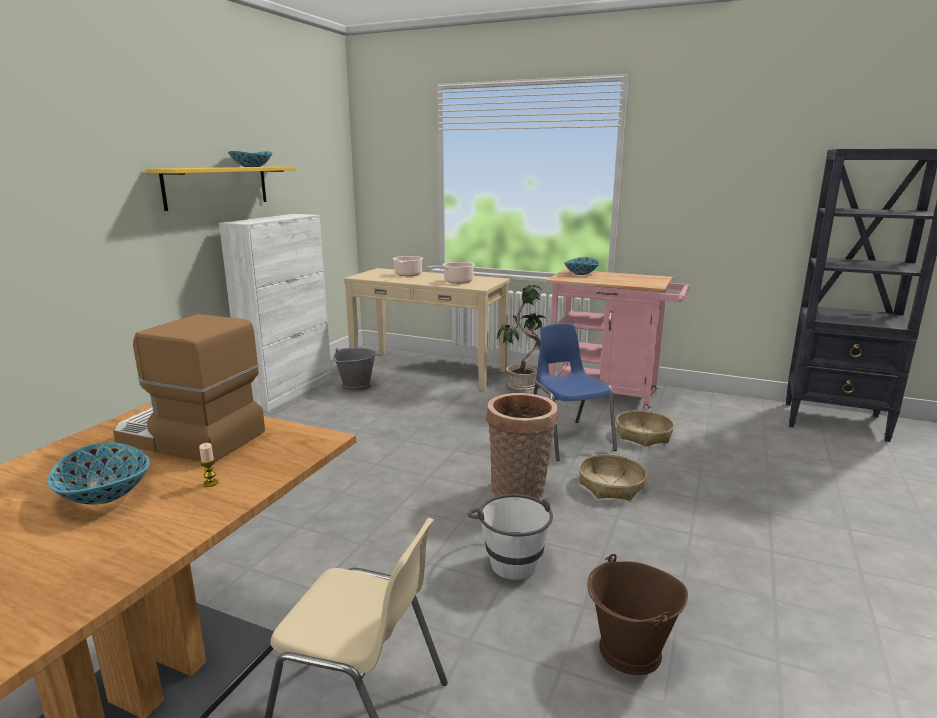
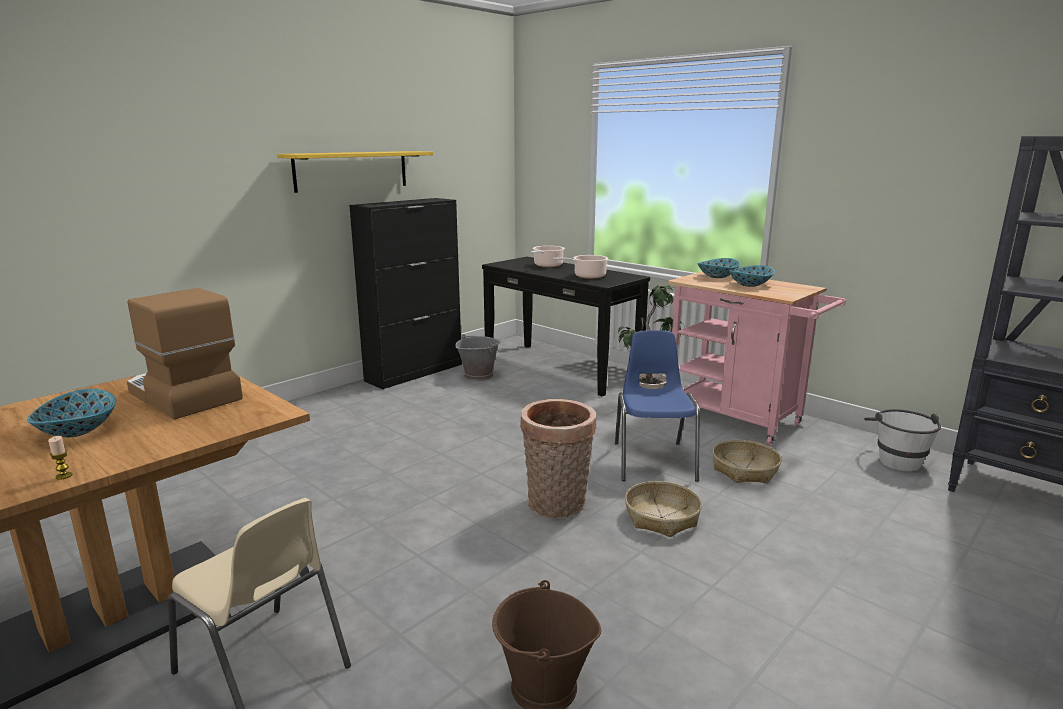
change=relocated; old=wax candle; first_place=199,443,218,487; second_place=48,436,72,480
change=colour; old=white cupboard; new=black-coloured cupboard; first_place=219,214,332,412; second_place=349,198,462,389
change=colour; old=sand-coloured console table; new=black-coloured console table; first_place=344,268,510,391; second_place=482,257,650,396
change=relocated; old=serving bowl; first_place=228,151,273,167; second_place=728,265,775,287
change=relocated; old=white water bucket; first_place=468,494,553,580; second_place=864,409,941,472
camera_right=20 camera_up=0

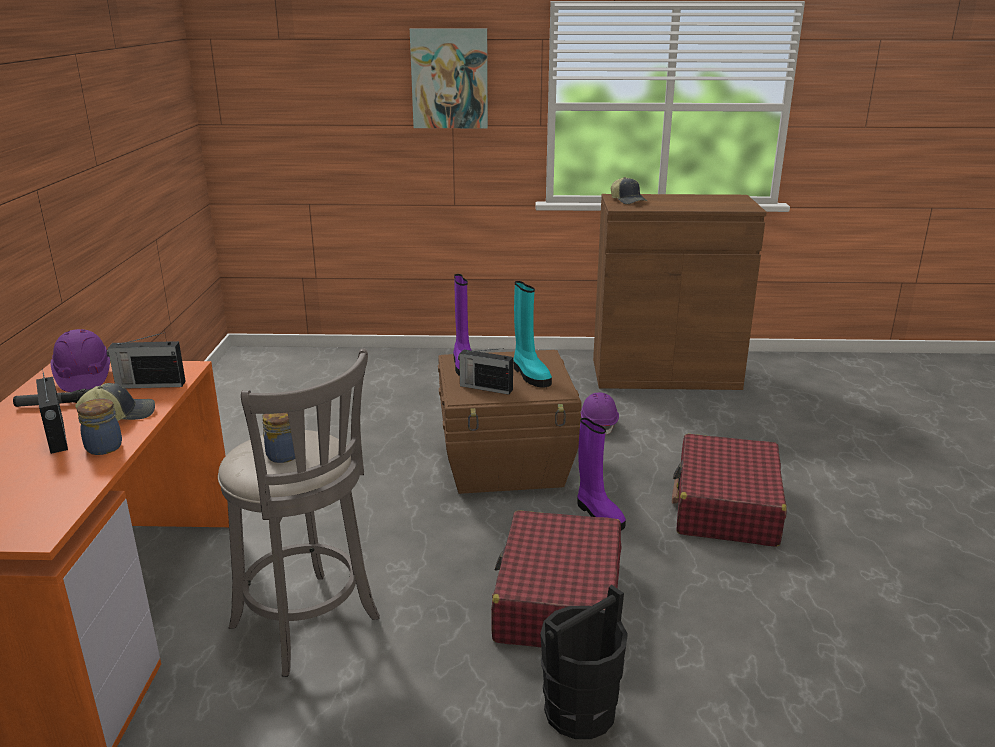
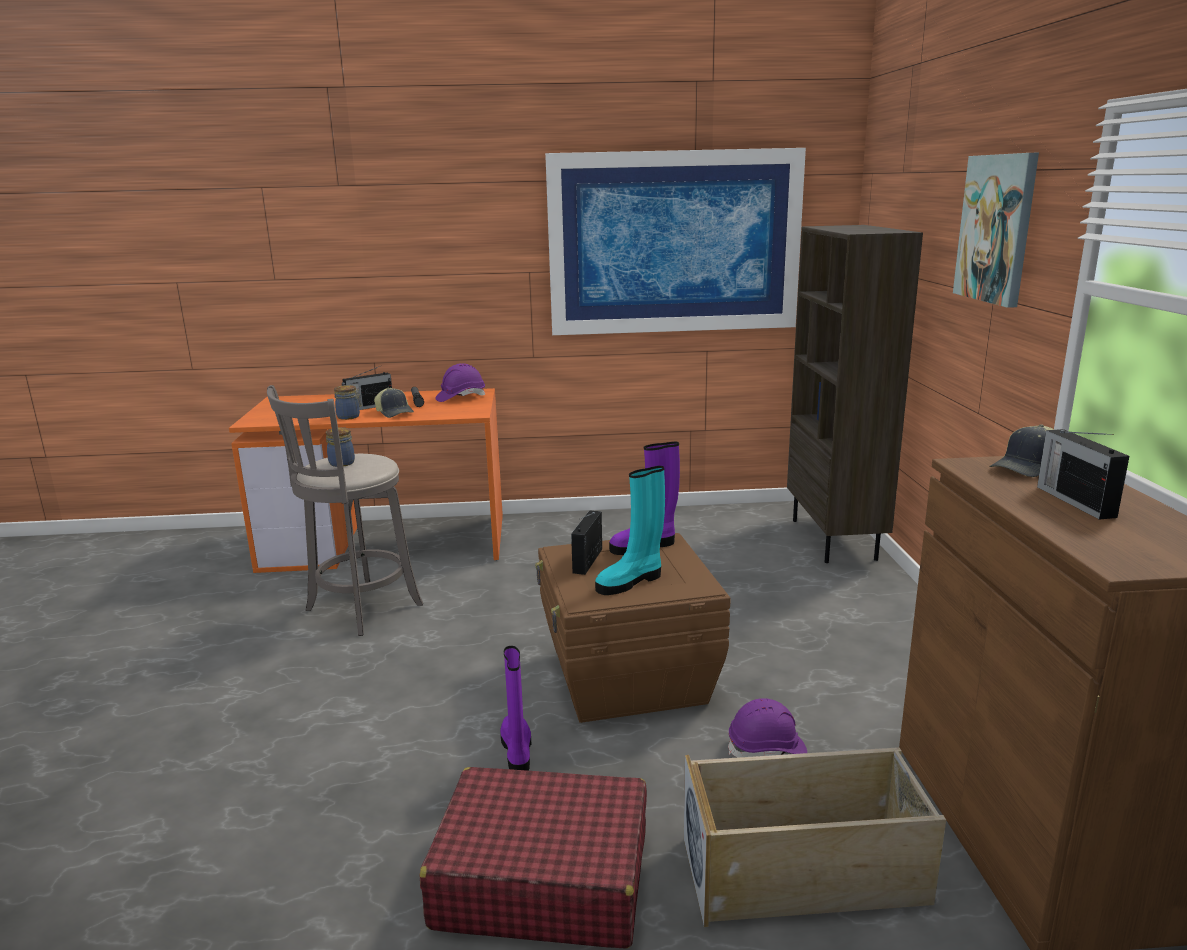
change=spun; old=purplish boot; first_place=577,418,626,530; second_place=500,646,531,771; degrees=120
change=appeared; new=wall picture; second_place=545,148,806,335
change=appeared; new=sand-coloured storage container; second_place=684,747,946,927
change=appeared; new=brown-coloured bookcase; second_place=787,225,923,563
change=relocated; old=radio receiver; first_place=107,332,186,389; second_place=1037,429,1129,520
change=missing; old=reddish travel case; first_place=491,510,622,647
change=missing; old=black-coloured water bucket; first_place=540,585,628,739
camera_right=85 camera_up=-5

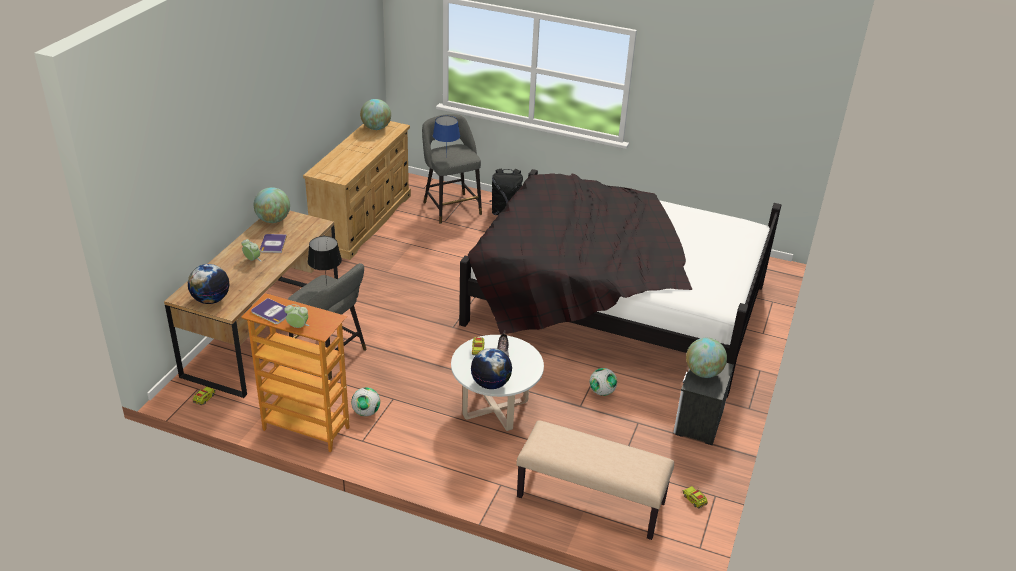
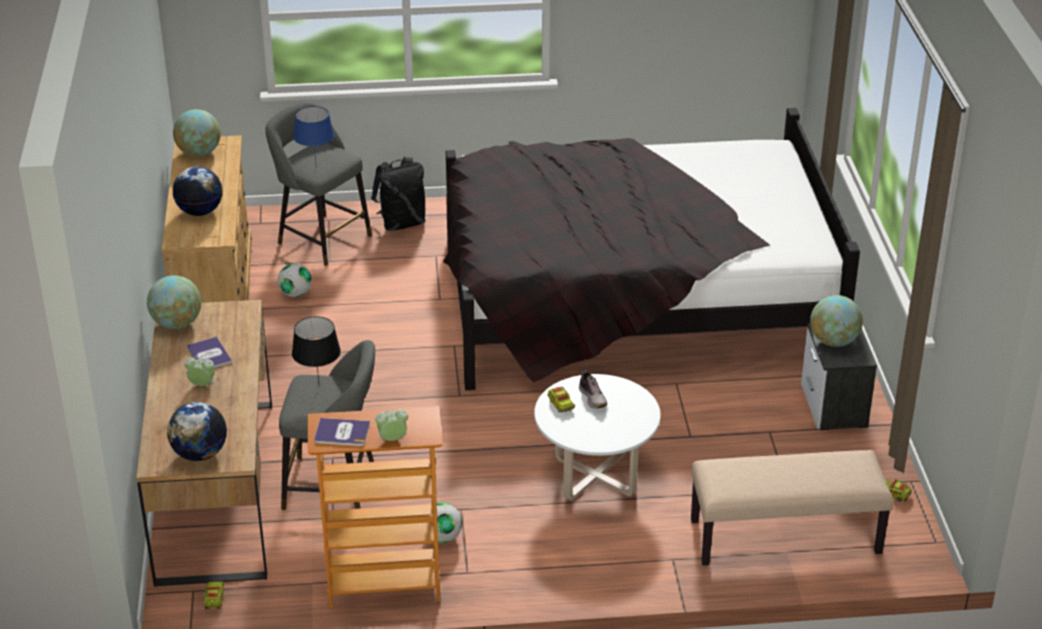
change=relocated; old=globe; first_place=471,348,512,389; second_place=172,166,223,216
change=relocated; old=football; first_place=590,368,617,396; second_place=278,263,312,297
camera_right=-25 camera_up=0

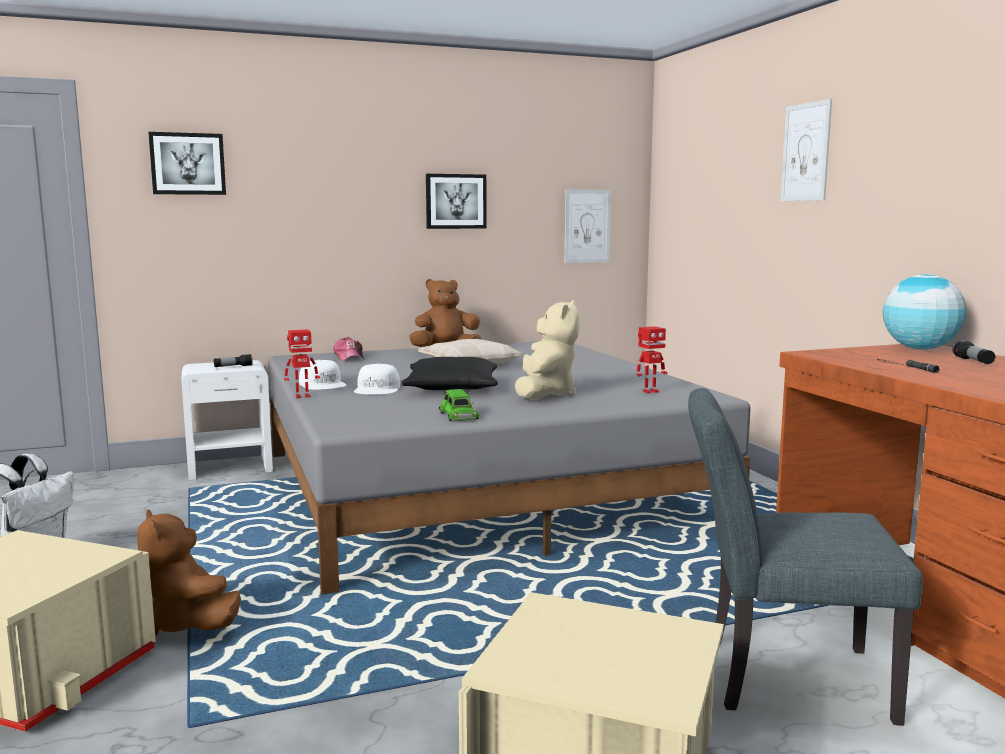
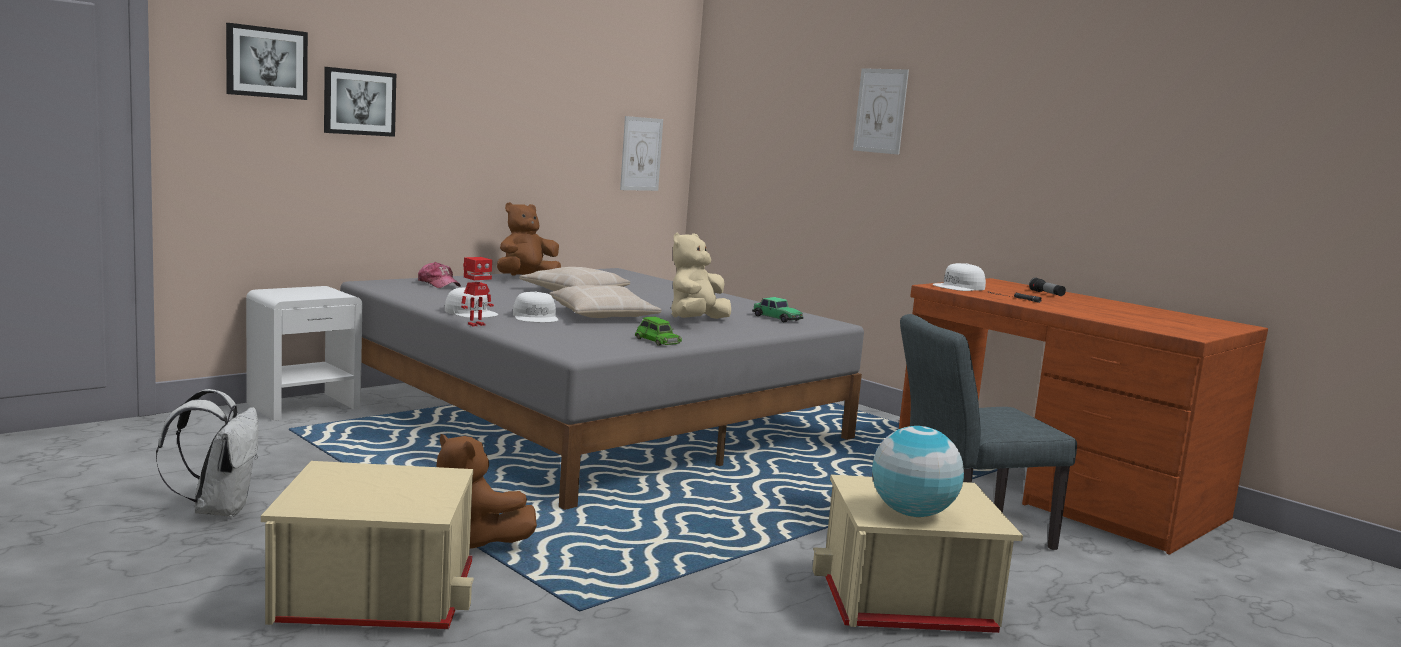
change=relocated; old=wall picture; first_place=426,174,487,229; second_place=324,67,396,137
change=colour; old=black-coloured pillow; new=sand-coloured pillow; first_place=401,357,498,390; second_place=549,285,661,318
change=spun; old=sand-coloured cuddly toy; first_place=515,300,580,400; second_place=671,233,731,319; degrees=-135
change=exchanged; old=robot figure; new=miniature car; first_place=636,326,668,393; second_place=752,297,803,322
change=relocated; old=globe; first_place=883,274,967,350; second_place=872,426,964,517
change=appeared; new=white baseball cap; second_place=933,263,986,291
change=missing; old=hand torch; first_place=214,354,253,367
camera_right=-25 camera_up=0

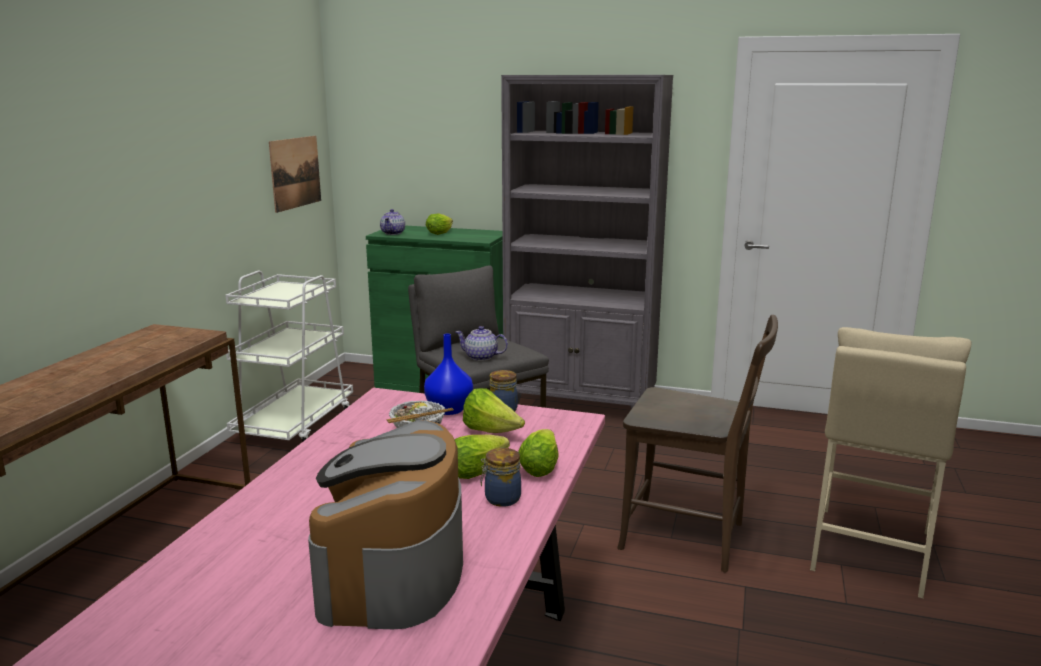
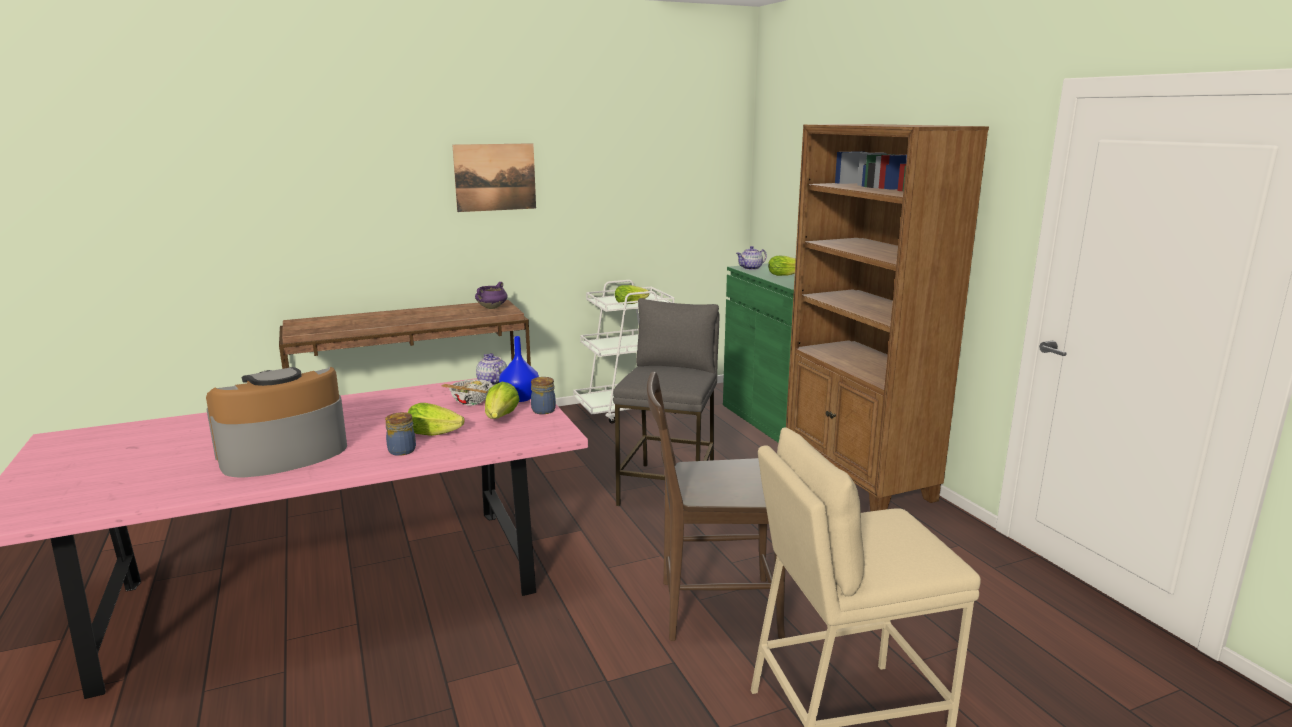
change=relocated; old=wall picture; first_place=269,136,321,213; second_place=453,143,536,212
change=appeared; new=purplish cooking pot; second_place=475,282,508,309
change=relocated; old=teapot; first_place=455,326,508,361; second_place=476,353,507,386
change=relocated; old=lettuce; first_place=518,429,559,477; second_place=615,285,650,304
change=spun; old=brown-coloured plain chair; first_place=617,315,778,573; second_place=647,372,785,641; degrees=105
change=colour; old=grey bookcase; new=brown-coloured bookcase; first_place=501,75,673,409; second_place=786,124,989,511
camera_right=50 camera_up=0

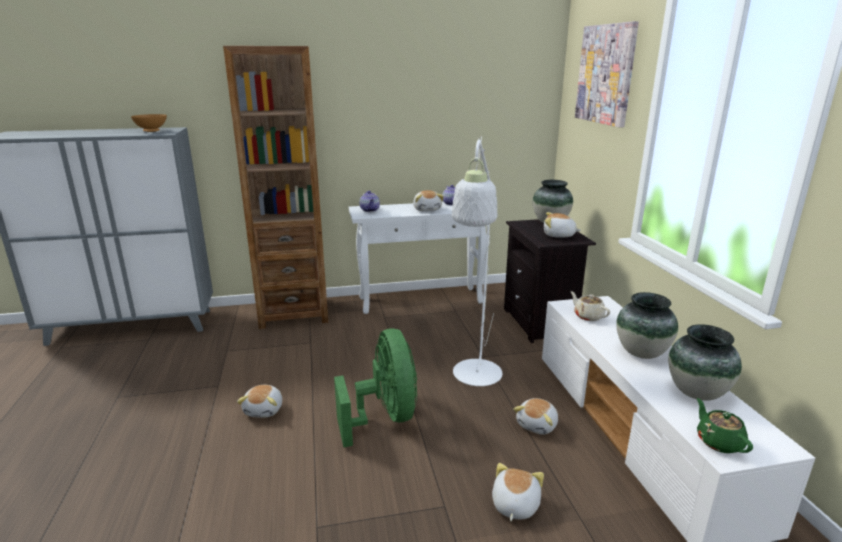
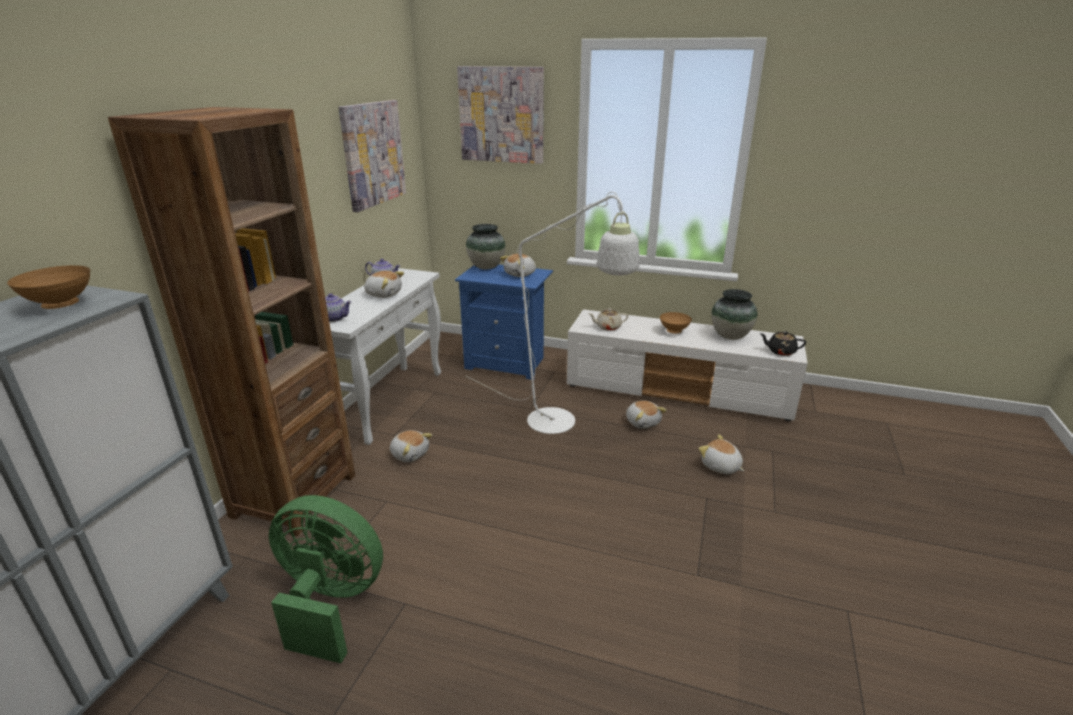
change=relocated; old=greenish electric fan; first_place=334,329,417,448; second_place=269,495,383,663
change=appeared; new=wall picture; second_place=338,100,406,212
change=relocated; old=cuddly toy; first_place=237,385,282,418; second_place=390,430,432,462
change=colour; old=black-coloured night table; new=blue night table; first_place=504,219,596,343; second_place=455,265,553,380
change=exchanged; old=vase; new=brown-coloured serving bowl; first_place=616,292,678,359; second_place=660,312,692,334
change=colour; old=greenish teapot; new=black-coloured teapot; first_place=697,398,753,453; second_place=760,331,806,356
camera_right=-60 camera_up=5

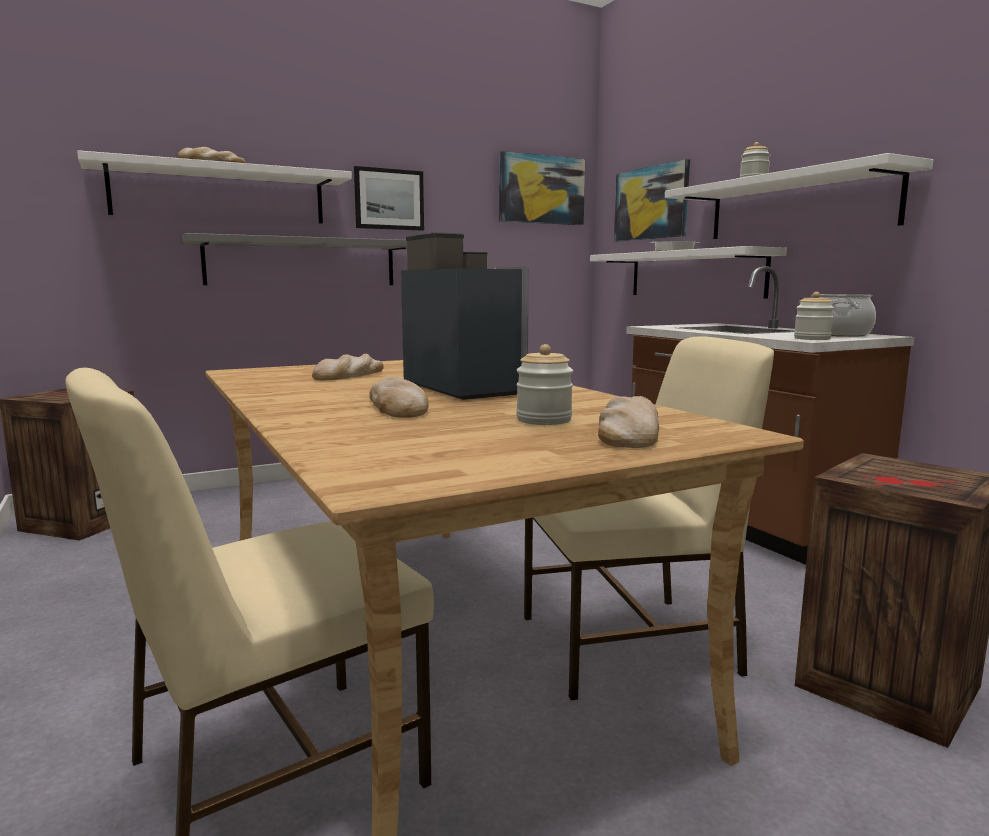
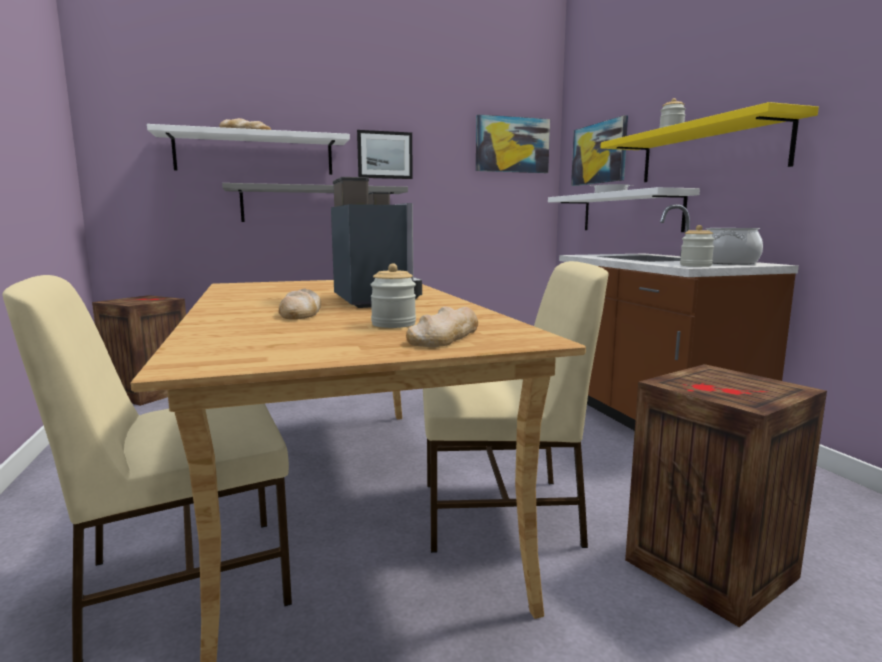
change=colour; old=white wall shelf; new=yellow wall shelf; first_place=665,153,933,239; second_place=600,102,819,182
change=missing; old=baked bread; first_place=312,354,384,380
camera_right=10 camera_up=0

